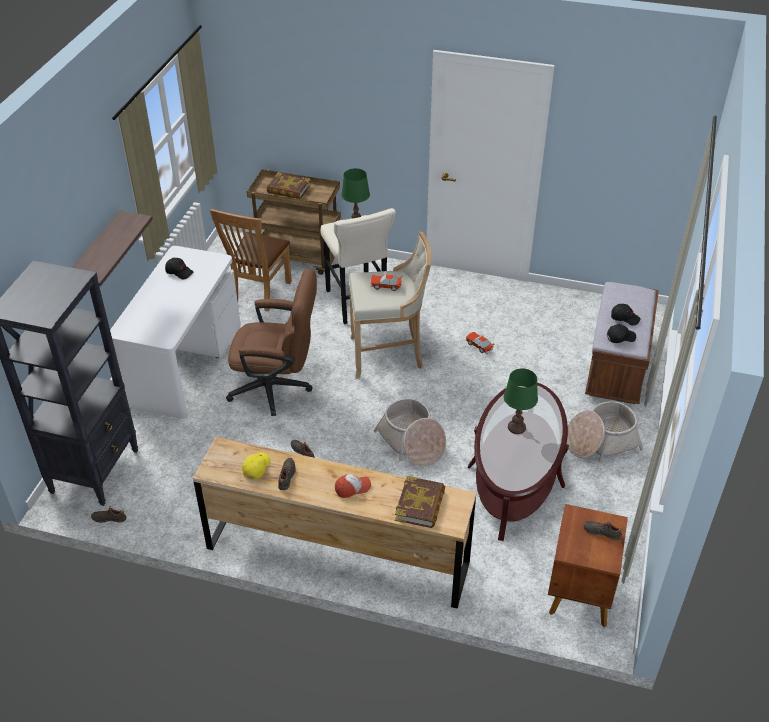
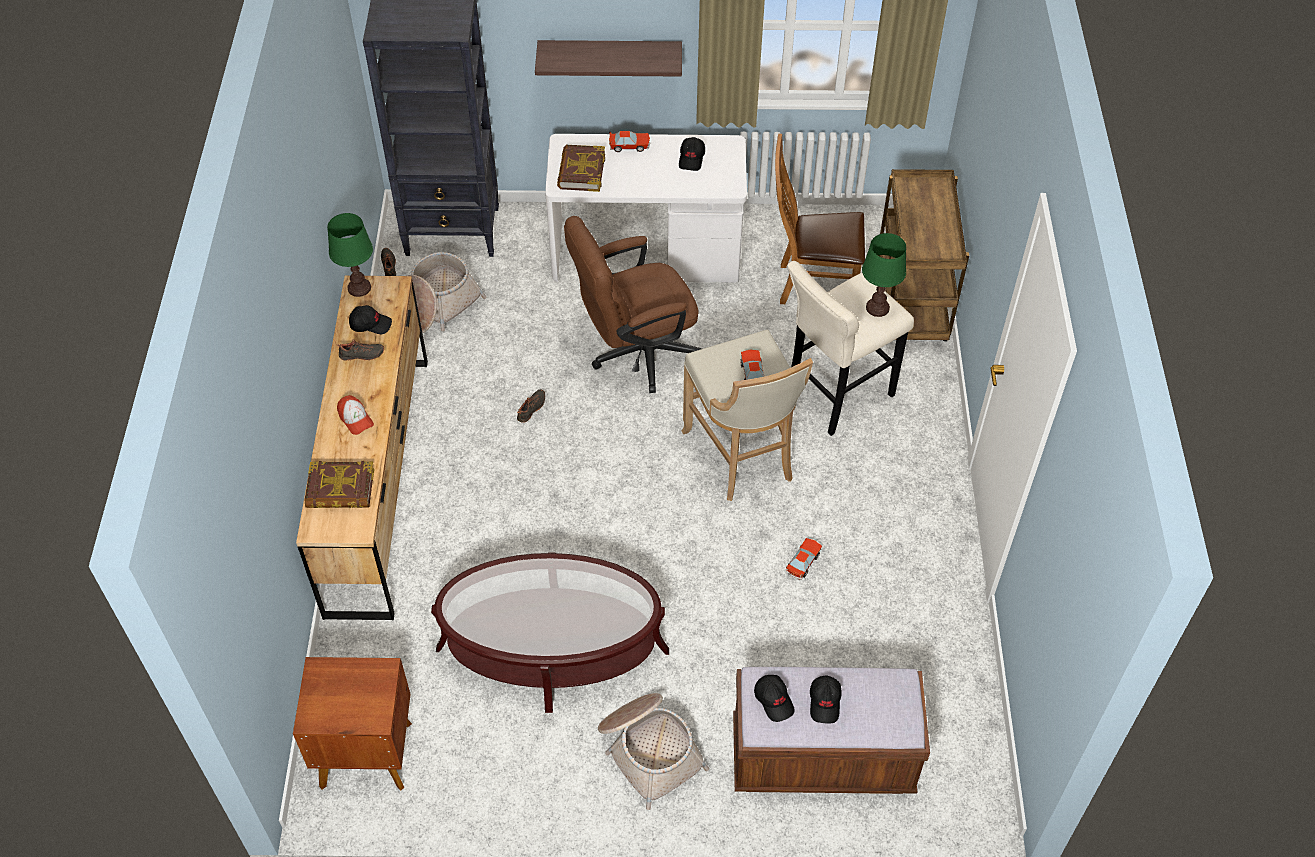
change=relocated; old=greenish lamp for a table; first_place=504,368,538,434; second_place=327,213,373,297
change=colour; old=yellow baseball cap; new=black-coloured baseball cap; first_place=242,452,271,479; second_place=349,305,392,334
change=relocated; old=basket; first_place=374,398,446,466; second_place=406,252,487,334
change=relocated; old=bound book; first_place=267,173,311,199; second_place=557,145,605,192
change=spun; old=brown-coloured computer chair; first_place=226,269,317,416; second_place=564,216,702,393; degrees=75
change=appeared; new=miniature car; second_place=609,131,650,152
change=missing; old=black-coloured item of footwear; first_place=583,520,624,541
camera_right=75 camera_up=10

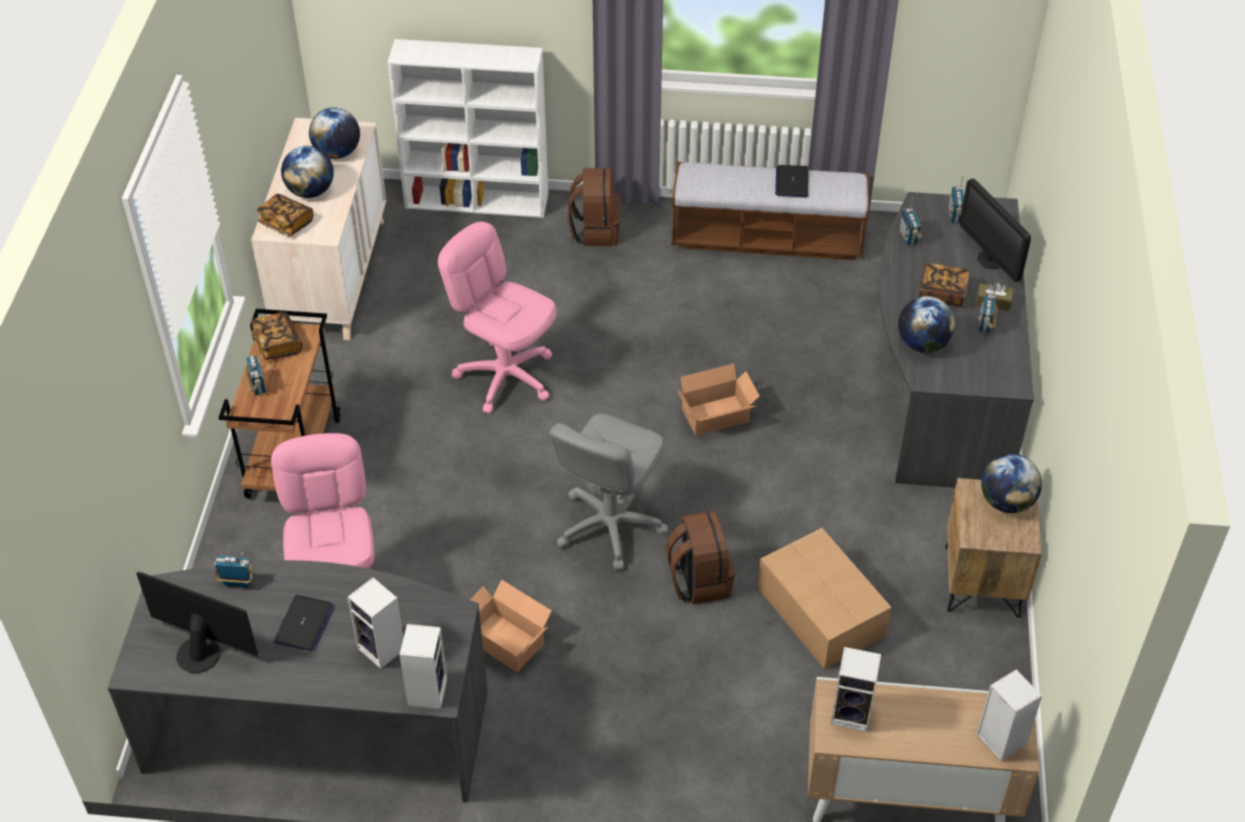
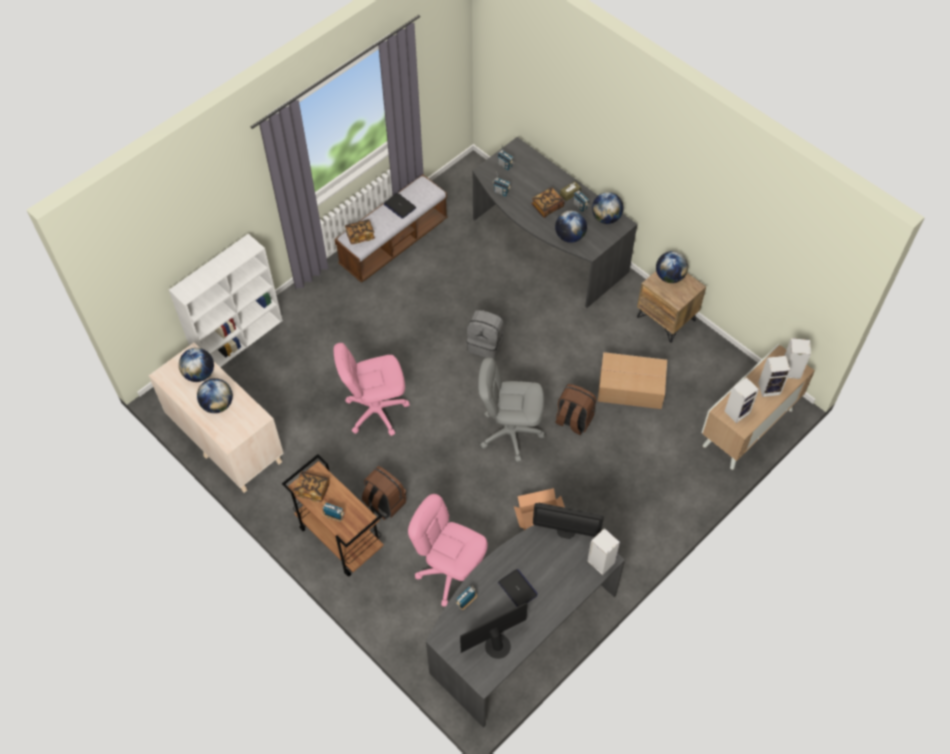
change=relocated; old=bound book; first_place=257,194,313,236; second_place=345,219,375,244
change=relocated; old=brown-coloured backpack; first_place=567,168,621,246; second_place=362,466,406,520
change=exchanged; old=cardboard box; new=grey backpack; first_place=676,364,760,436; second_place=467,310,504,359
change=spun; old=grey computer chair; first_place=549,414,668,571; second_place=478,357,545,462; degrees=120
change=relocated; old=monitor; first_place=960,179,1031,282; second_place=533,503,604,539
change=appeared; new=globe; second_place=592,192,624,224
change=relocated; old=audio speaker; first_place=347,577,404,669; second_place=758,356,790,397
camera_right=-50 camera_up=10

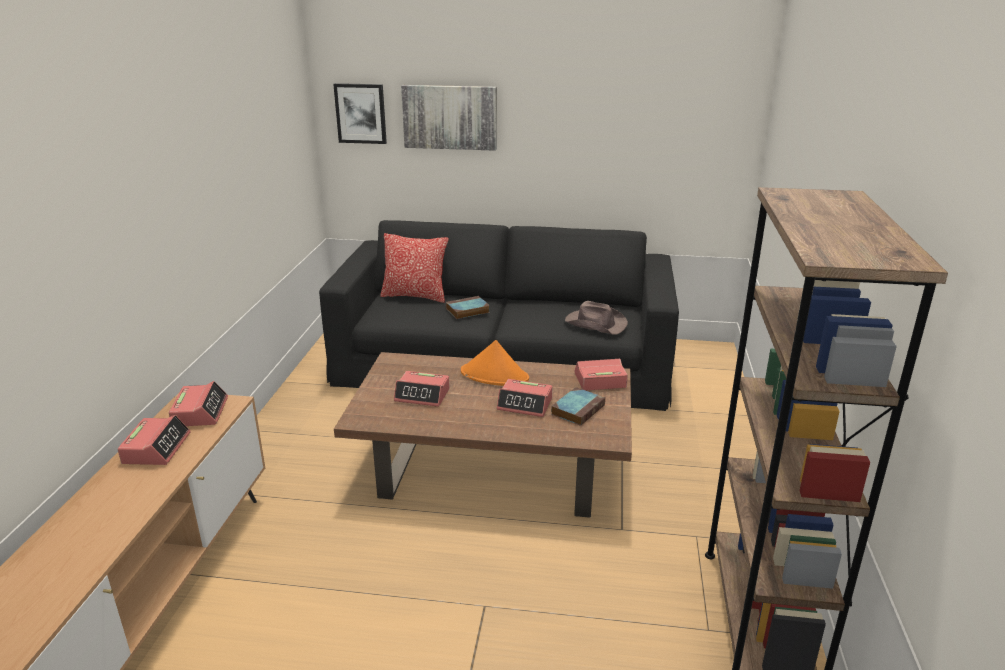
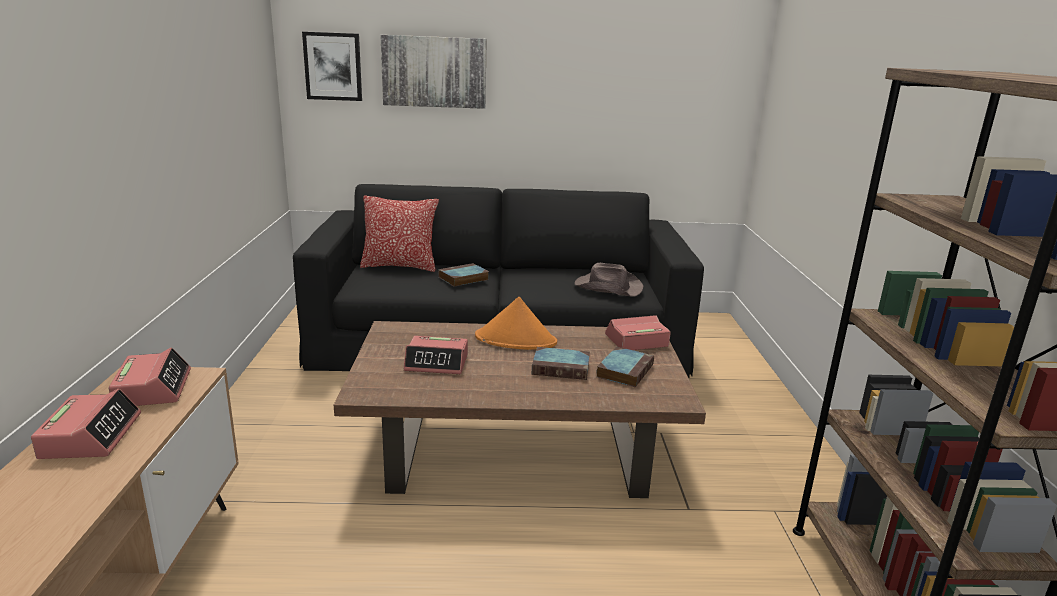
change=exchanged; old=alarm clock; new=bound book; first_place=496,379,552,417; second_place=532,347,590,380
camera_right=-10 camera_up=-5

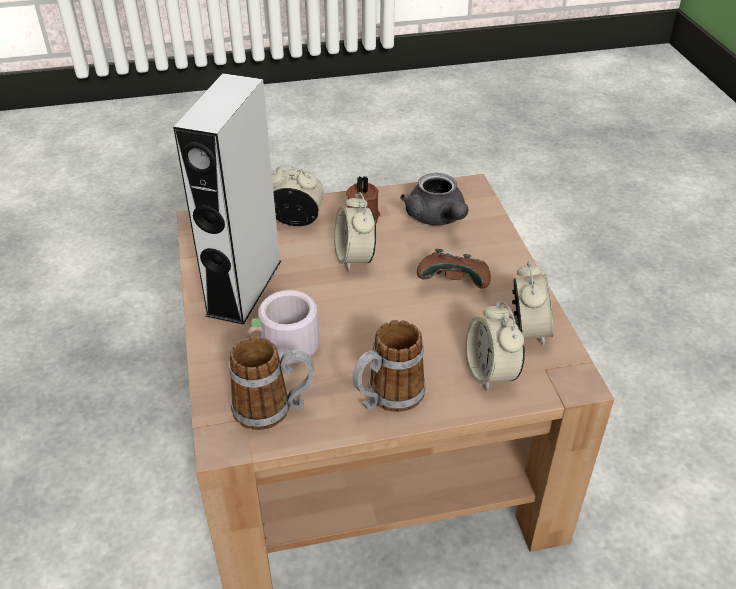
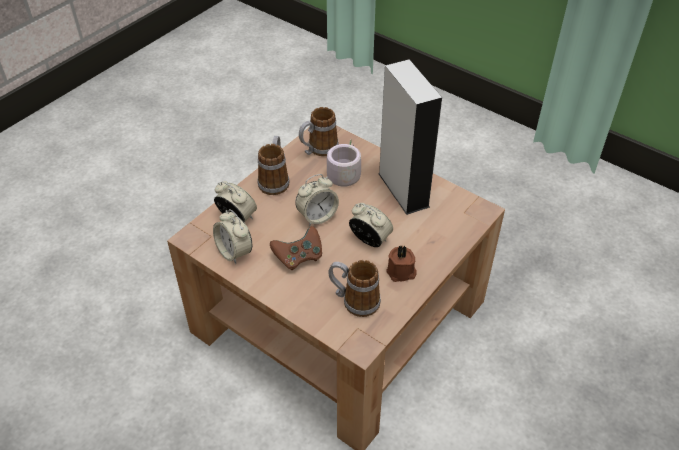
change=relocated; old=alarm clock; first_place=272,165,324,226; second_place=295,174,339,226
change=exchanged; old=grey teapot; new=tea mug; first_place=400,173,468,225; second_place=328,260,381,317
camera_right=140 camera_up=5

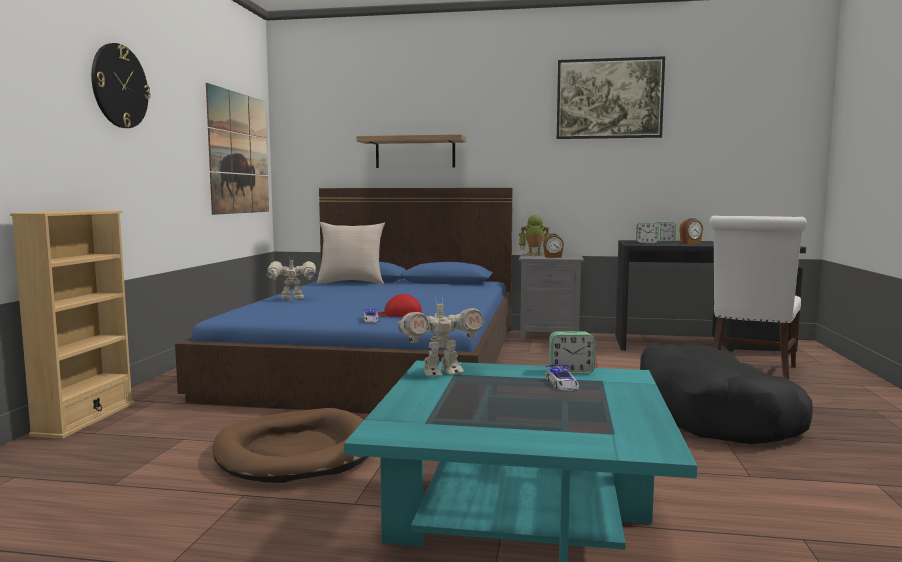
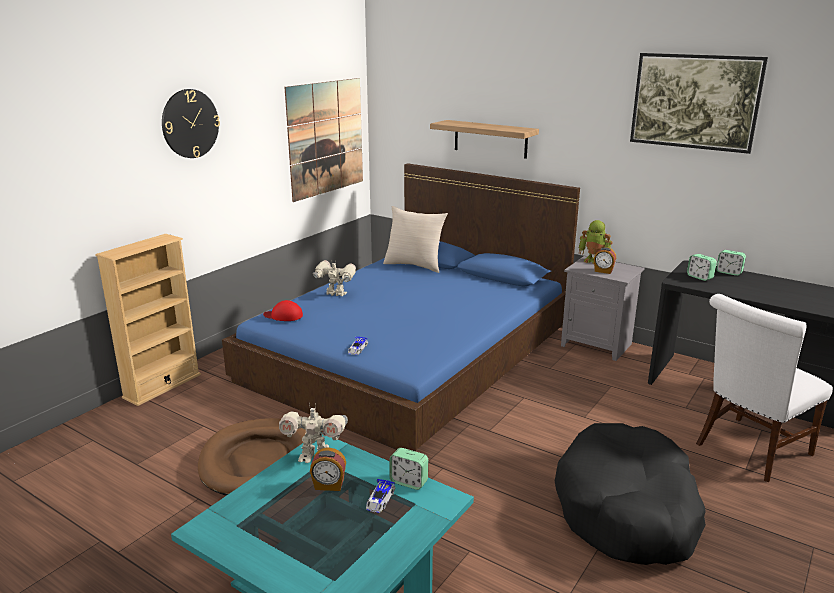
change=relocated; old=reddish baseball cap; first_place=378,294,422,317; second_place=263,300,303,321
change=relocated; old=alarm clock; first_place=679,218,703,244; second_place=310,448,346,491
camera_right=25 camera_up=15

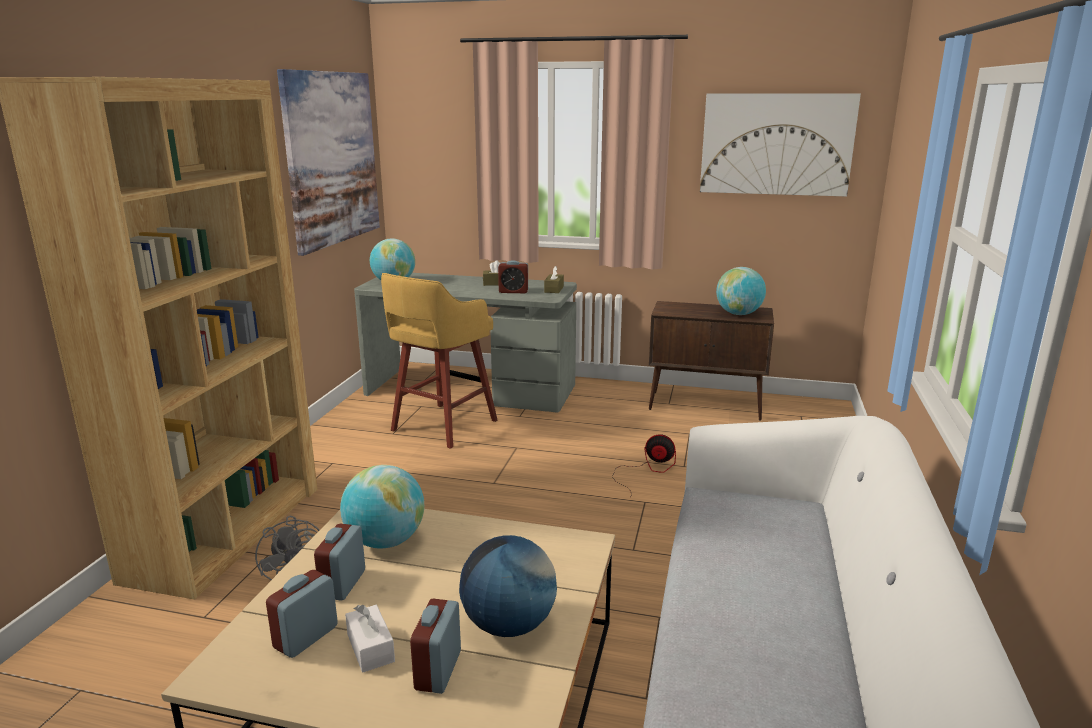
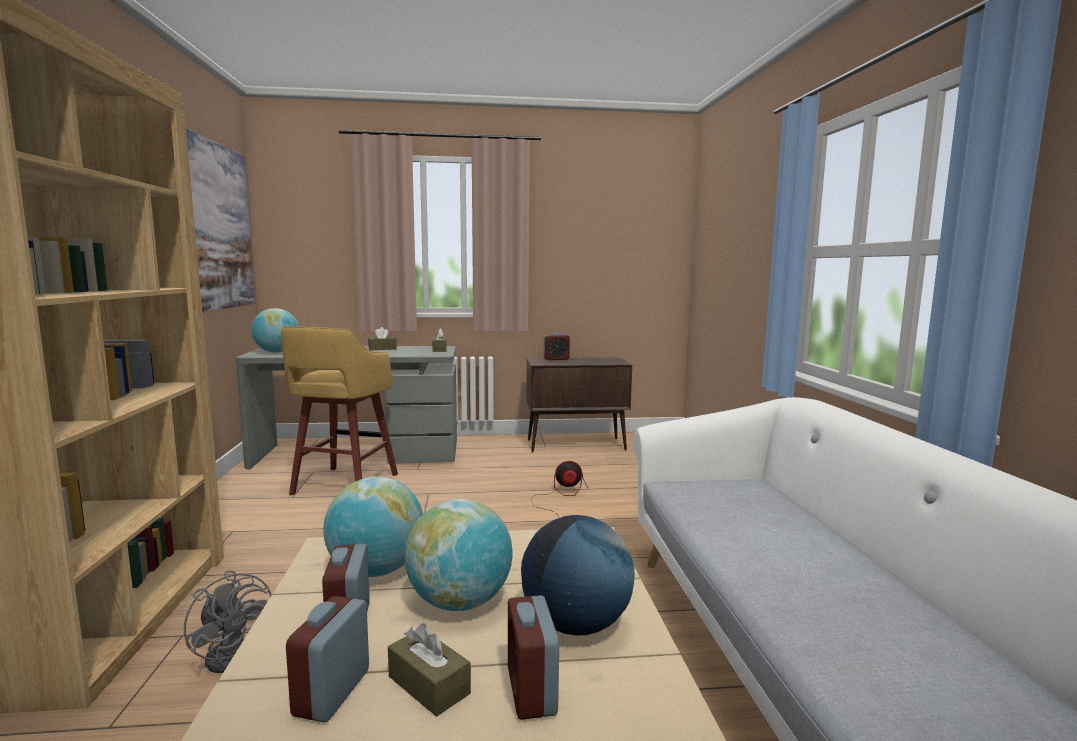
change=colour; old=white box of tissues; new=brown-coloured box of tissues; first_place=345,605,395,673; second_place=388,623,471,717
change=relocated; old=globe; first_place=716,267,766,315; second_place=405,499,513,611
change=relocated; old=alarm clock; first_place=498,260,528,293; second_place=544,333,570,360
change=missing; old=wall picture; first_place=700,93,861,196
camera_right=-20 camera_up=-10

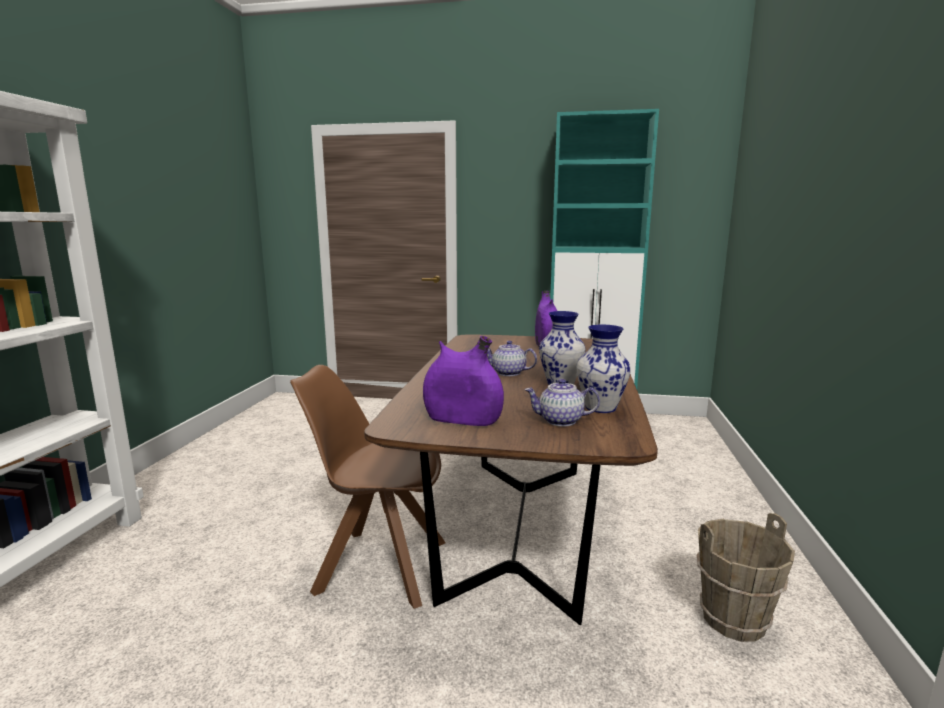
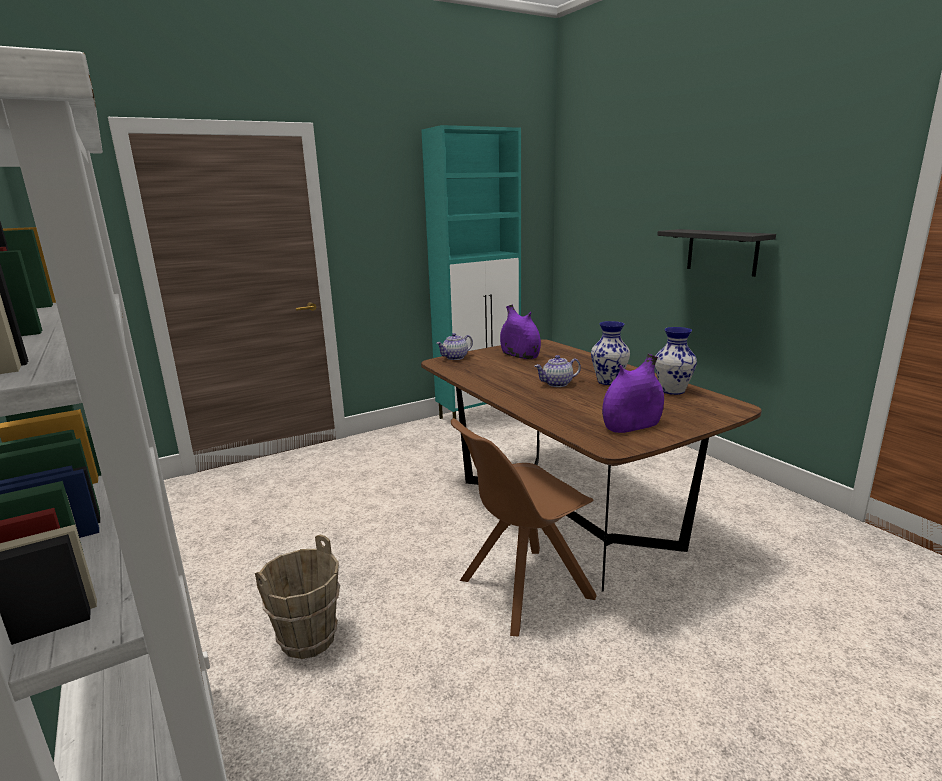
change=relocated; old=brown-coloured water bucket; first_place=697,513,795,642; second_place=255,535,340,659
change=relocated; old=teapot; first_place=524,379,600,427; second_place=436,333,473,360
change=appeared; new=black-coloured wall shelf; second_place=657,229,776,277
camera_right=-40 camera_up=5

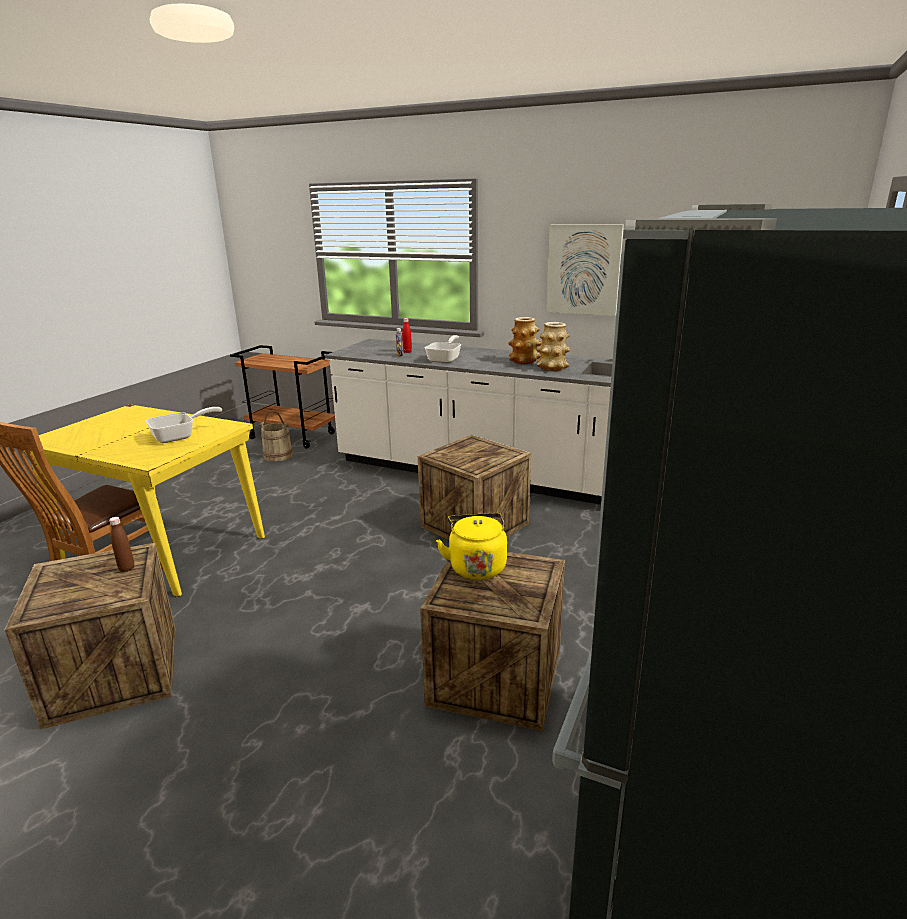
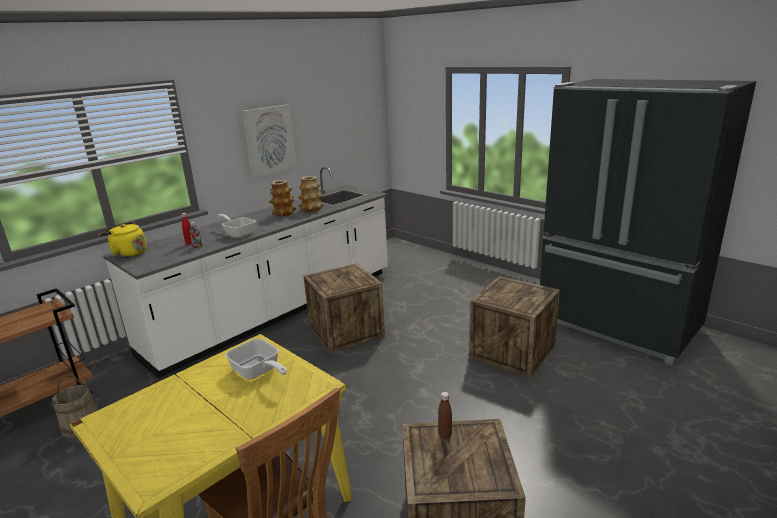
change=relocated; old=yellow tea kettle; first_place=436,513,507,580; second_place=99,221,147,258
change=spun; old=skillet; first_place=146,407,222,443; second_place=225,339,287,379; degrees=150
camera_right=-70 camera_up=0

